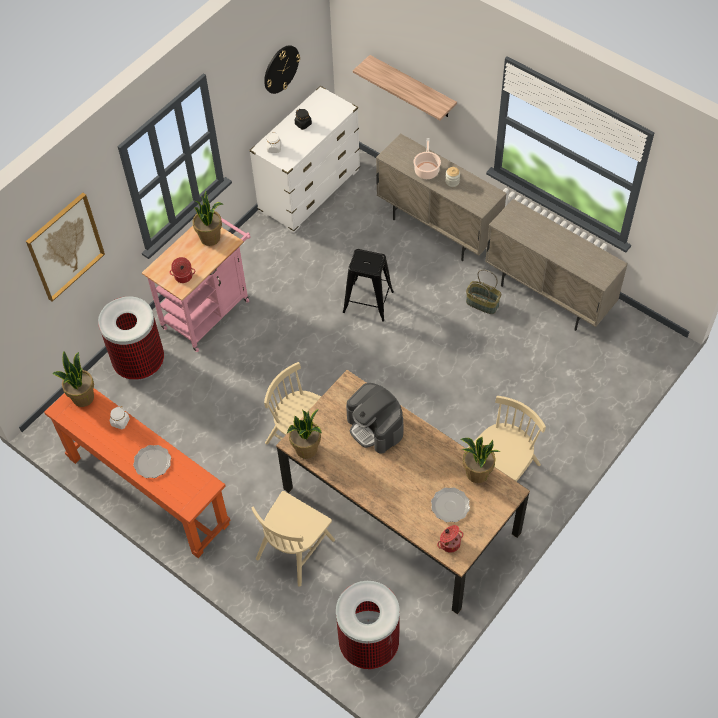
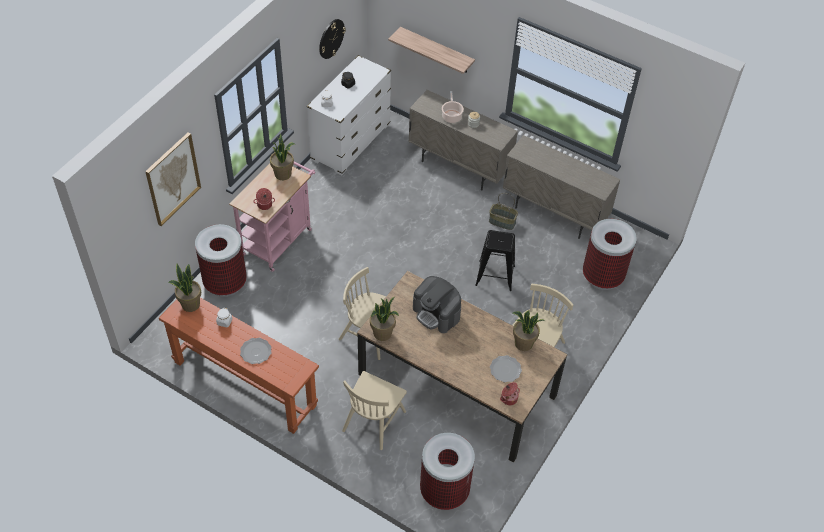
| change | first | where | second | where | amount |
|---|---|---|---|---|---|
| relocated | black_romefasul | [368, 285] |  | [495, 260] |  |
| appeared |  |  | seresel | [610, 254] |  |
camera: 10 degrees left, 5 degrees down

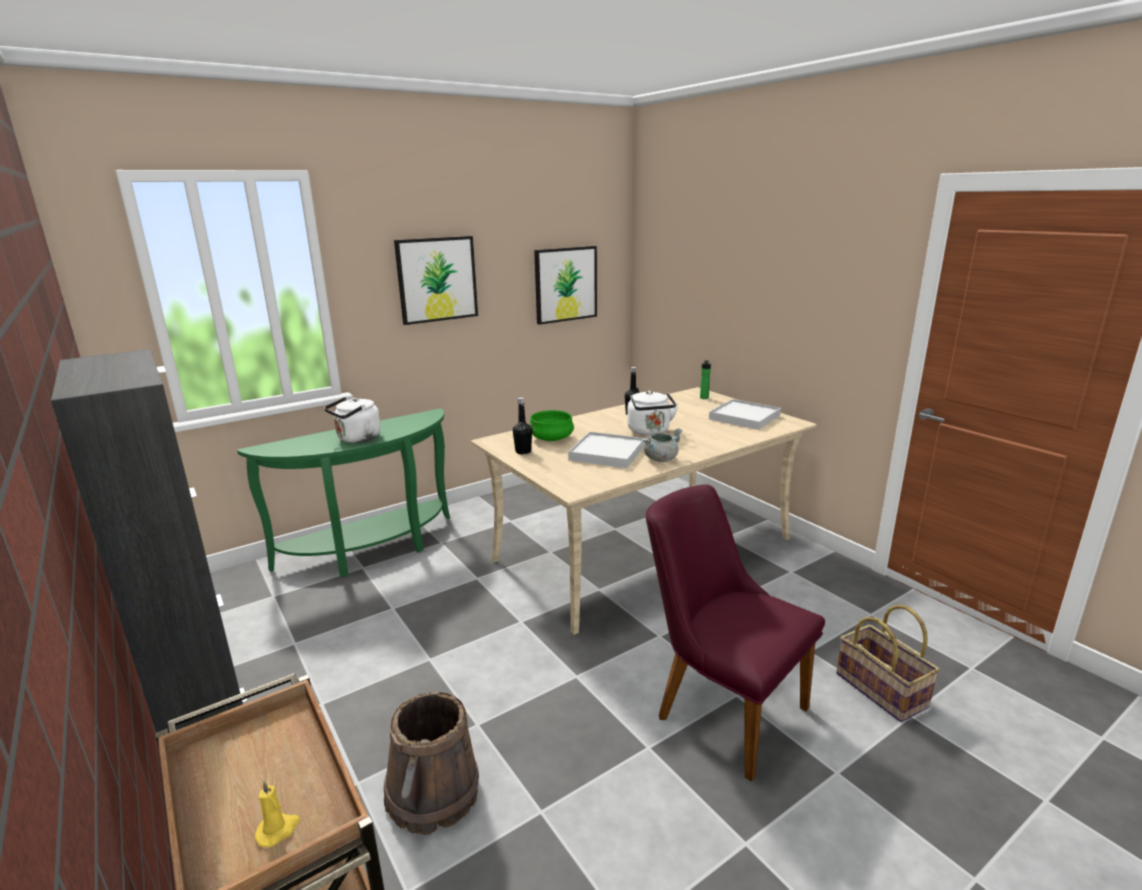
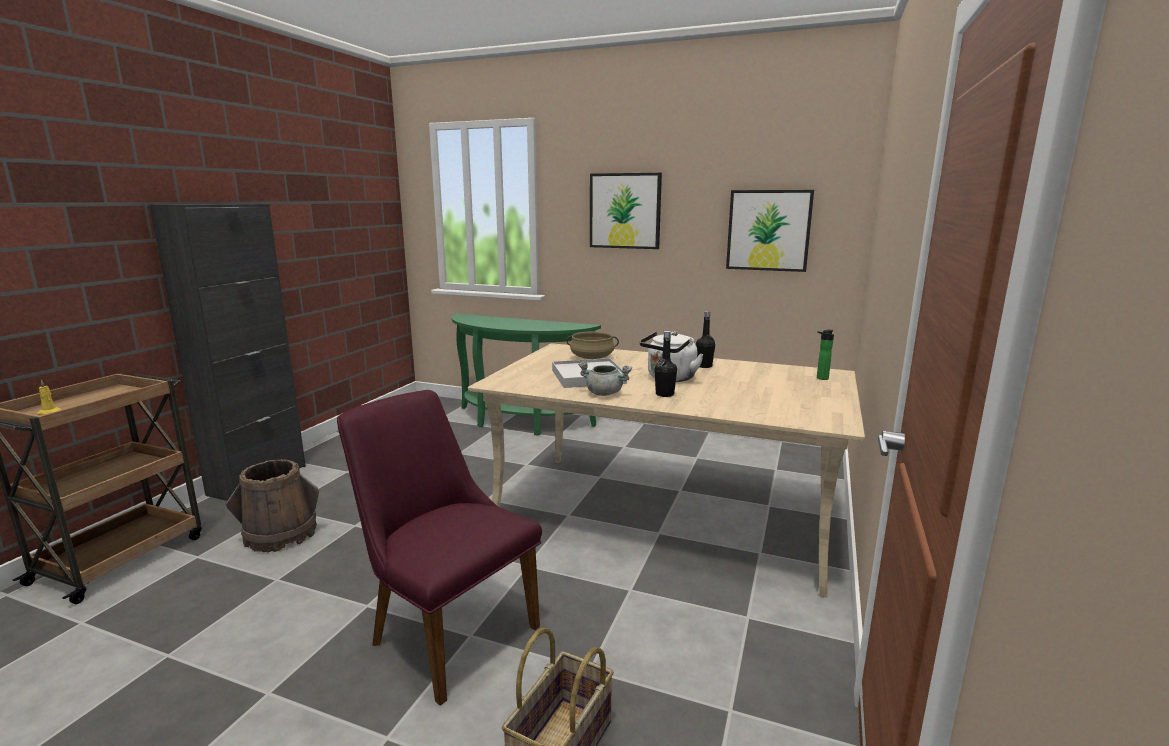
| change | first | where | second | where | amount |
|---|---|---|---|---|---|
| missing | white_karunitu | [352, 420] |  |  |  |
| relocated | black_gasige | [522, 425] |  | [666, 364] |  |
| missing | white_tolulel | [745, 414] |  |  |  |
| colour | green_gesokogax | [551, 425] | beige_gesokogax | [592, 345] |  |
| spun | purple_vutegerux | [735, 633] |  | [439, 548] | 60 degrees counterclockwise |
camera: 55 degrees right, 5 degrees down

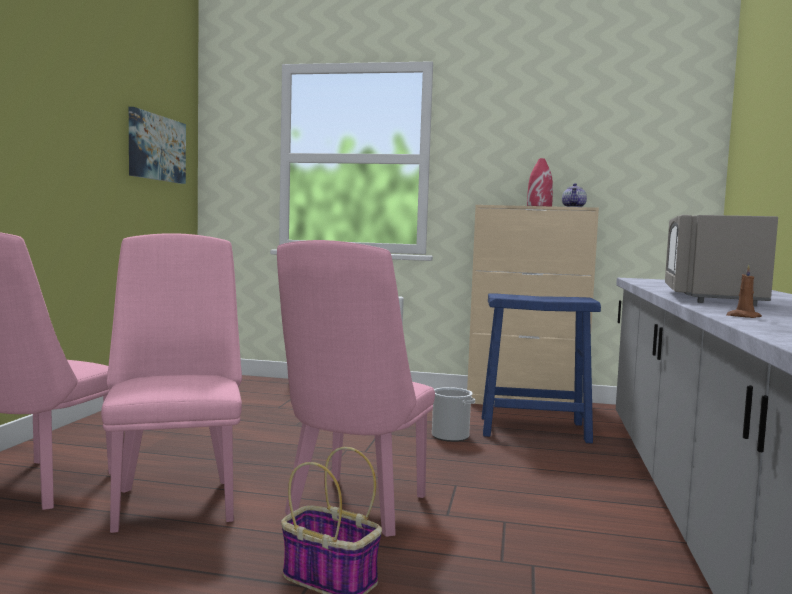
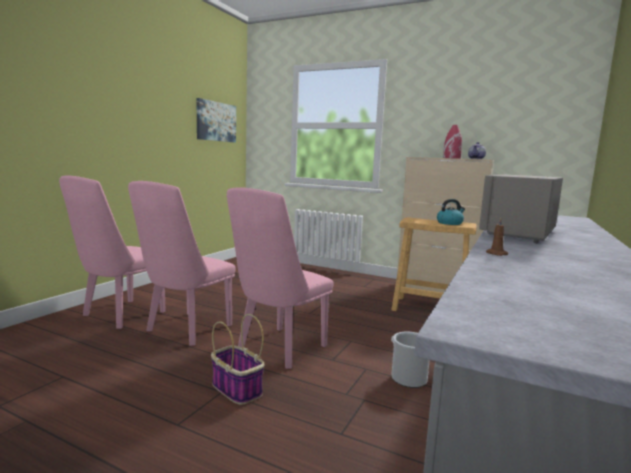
| change | first | where | second | where | amount |
|---|---|---|---|---|---|
| spun | pink_vutegerux | [171, 383] |  | [182, 263] | 150 degrees counterclockwise |
| colour | blue_romefasul | [541, 368] | beige_romefasul | [434, 264] |  |
| relocated | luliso | [453, 414] |  | [410, 360] |  |
| appeared |  |  | karunitu | [451, 212] |  |
camera: 15 degrees right, 5 degrees up

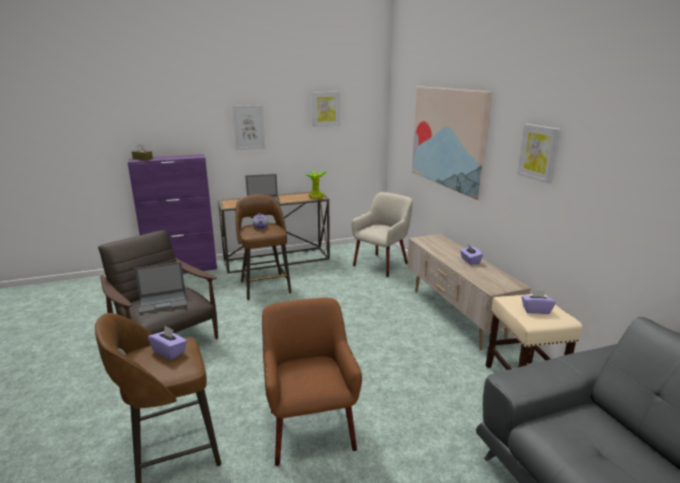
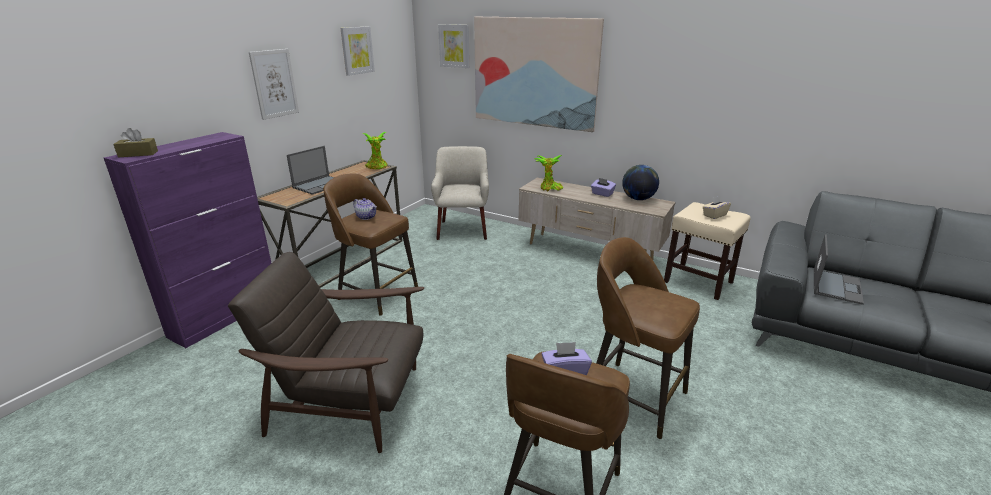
| change | first | where | second | where | amount |
|---|---|---|---|---|---|
| relocated | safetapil | [539, 154] |  | [454, 46] |  |
| relocated | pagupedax | [161, 288] |  | [839, 269] |  |
| colour | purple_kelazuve | [539, 301] | beige_kelazuve | [717, 207] |  |
| exchanged | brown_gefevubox | [312, 382] | brown_romefasul | [648, 338] |  |
| appeared |  |  | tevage | [549, 173] |  |
| appeared |  |  | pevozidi | [640, 182] |  |
camera: 40 degrees left, 5 degrees up

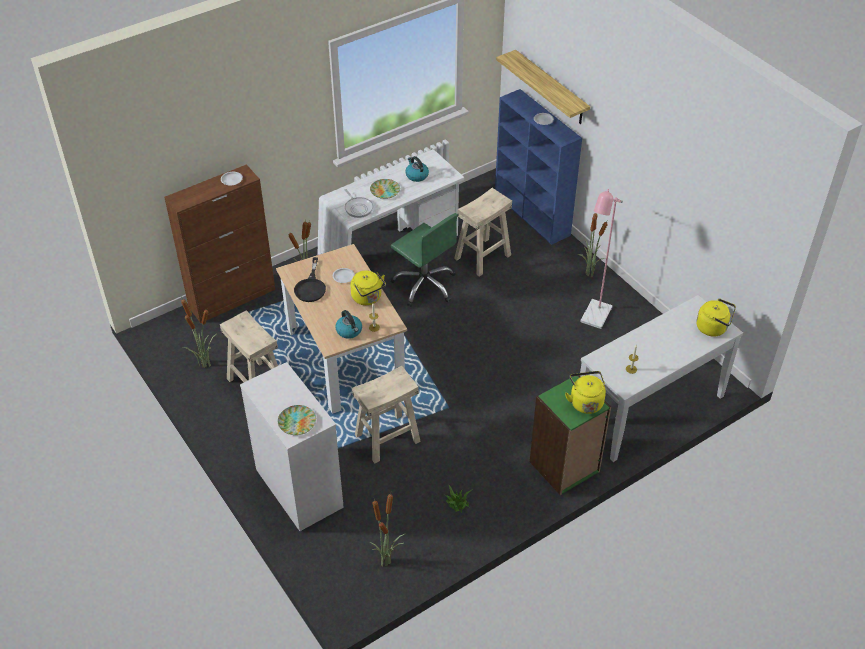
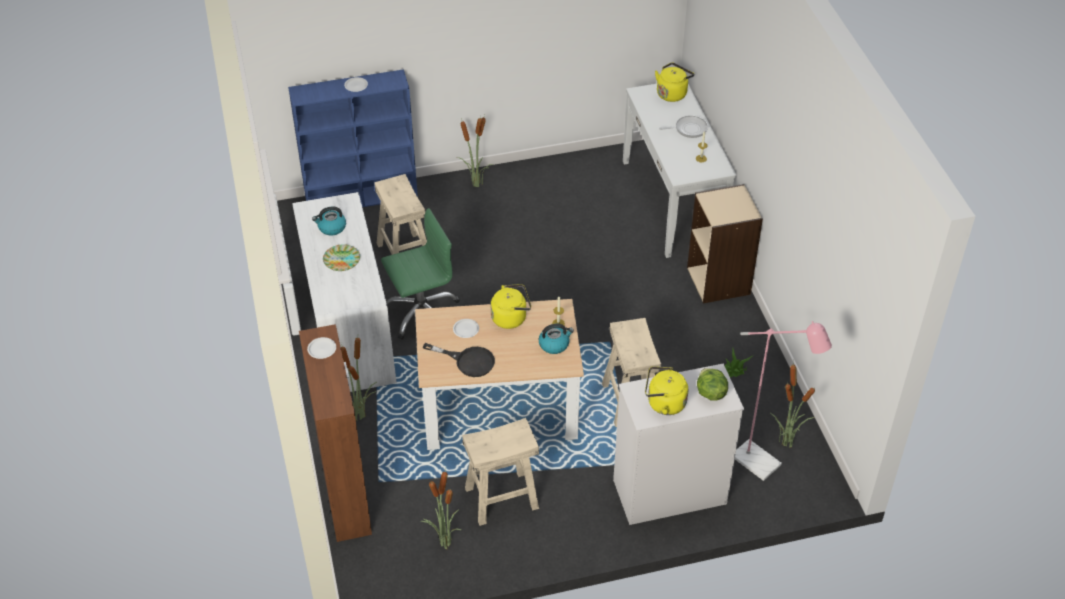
| change | first | where | second | where | amount |
|---|---|---|---|---|---|
| missing | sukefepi | [543, 87] |  |  |  |
| relocated | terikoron | [358, 203] |  | [683, 126] |  |
| relocated | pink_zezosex | [601, 259] |  | [783, 401] |  |
| relocated | yellow_karunitu | [585, 392] |  | [666, 391] |  |
| colour | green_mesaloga | [570, 435] | beige_mesaloga | [725, 243] |  |
| exchanged | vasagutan | [297, 420] | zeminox | [712, 384] |  |
camera: 70 degrees left, 0 degrees up

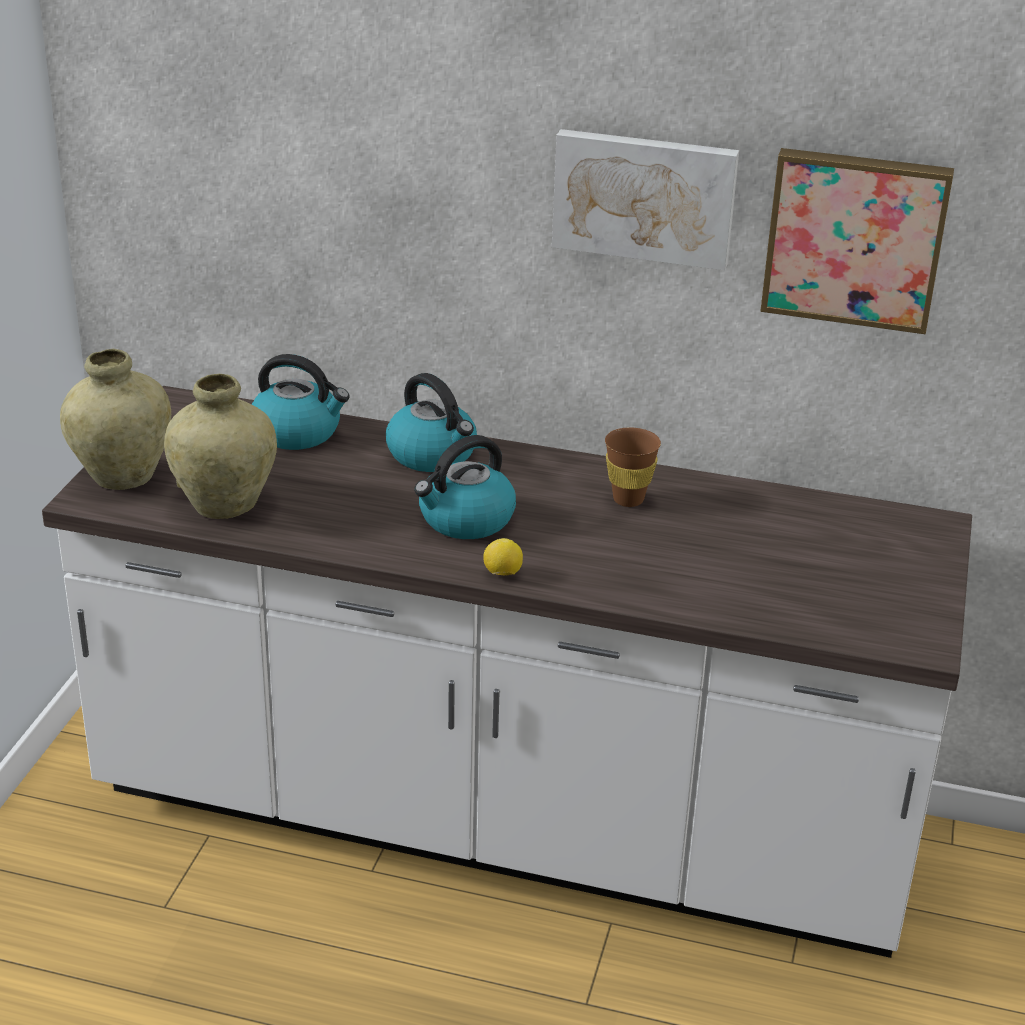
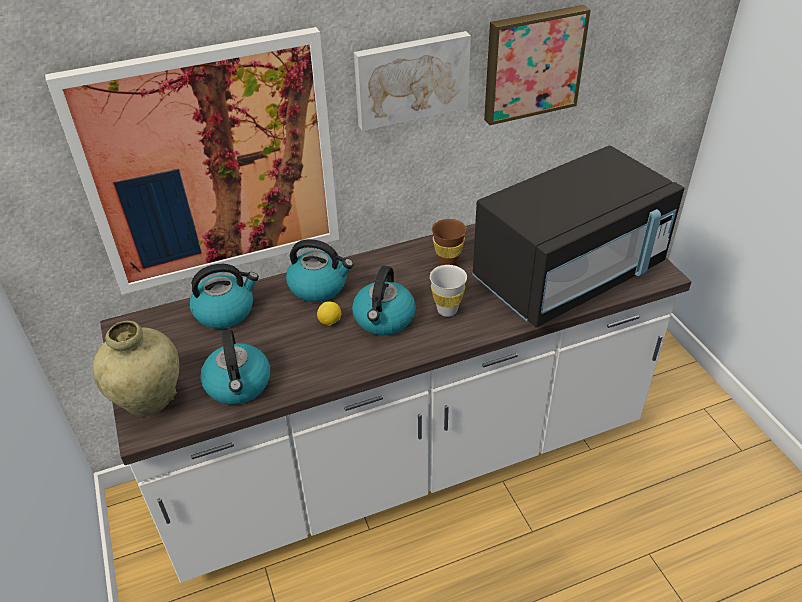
| change | first | where | second | where | amount |
|---|---|---|---|---|---|
| exchanged | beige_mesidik | [220, 446] | karunitu | [235, 367] |  |
| relocated | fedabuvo | [503, 556] |  | [329, 313] |  |
| appeared |  |  | safetapil | [192, 160] |  |
| appeared |  |  | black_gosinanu | [578, 237] |  |
| appeared |  |  | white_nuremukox | [448, 291] |  |
camera: 35 degrees left, 10 degrees up

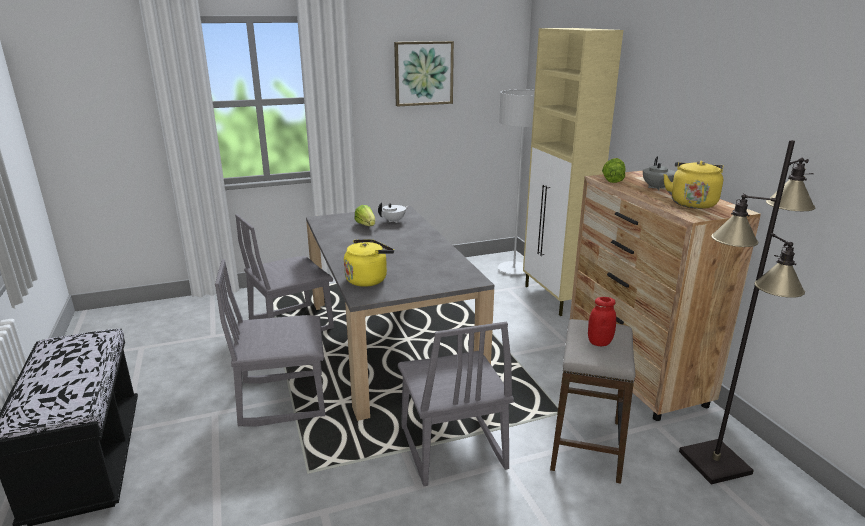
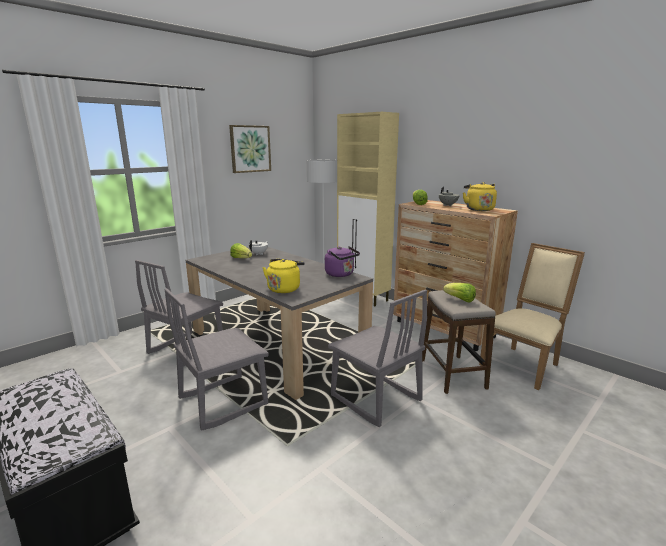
| change | first | where | second | where | amount |
|---|---|---|---|---|---|
| exchanged | black_zezosex | [747, 312] | beige_vutegerux | [532, 316] |  |
| exchanged | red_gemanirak | [602, 321] | zeminox | [459, 293] |  |
| appeared |  |  | purple_karunitu | [342, 261] |  |
camera: 25 degrees left, 5 degrees down

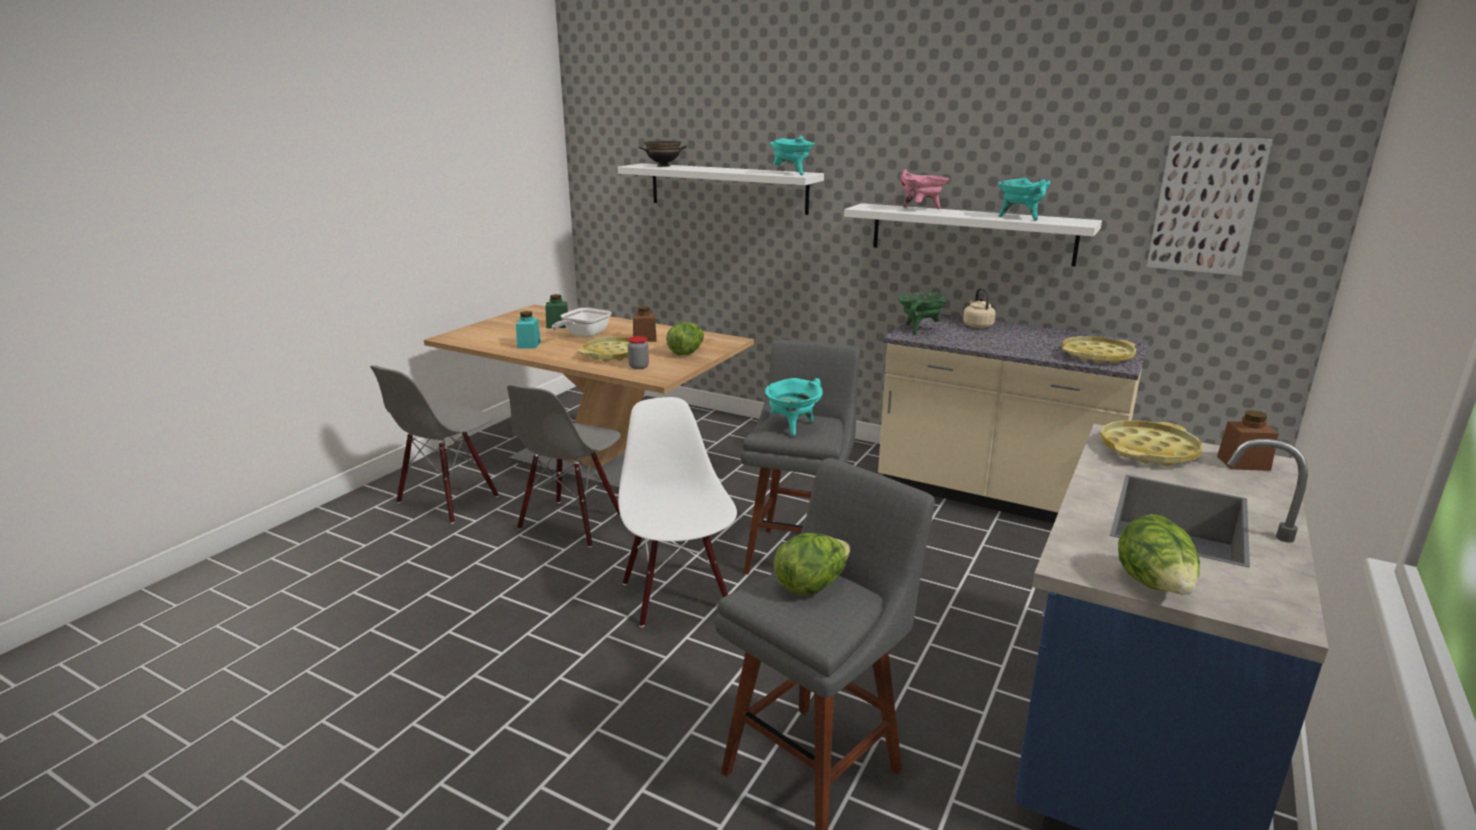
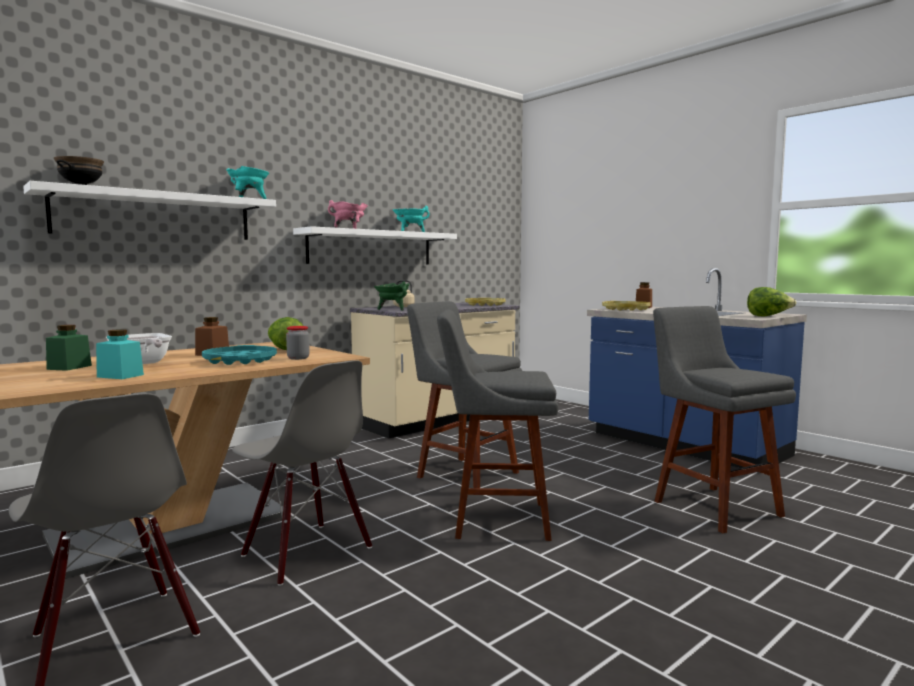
| change | first | where | second | where | amount |
|---|---|---|---|---|---|
| missing | safetapil | [1209, 206] |  |  |  |
| colour | yellow_tolulel | [612, 349] | turquoise_tolulel | [239, 355] |  |
| missing | turquoise_gesokogax | [794, 407] |  |  |  |
| exchanged | white_vutegerux | [677, 512] | grey_romefasul | [497, 425] |  |
| missing | zeminox | [811, 564] |  |  |  |
camera: 70 degrees left, 15 degrees down

